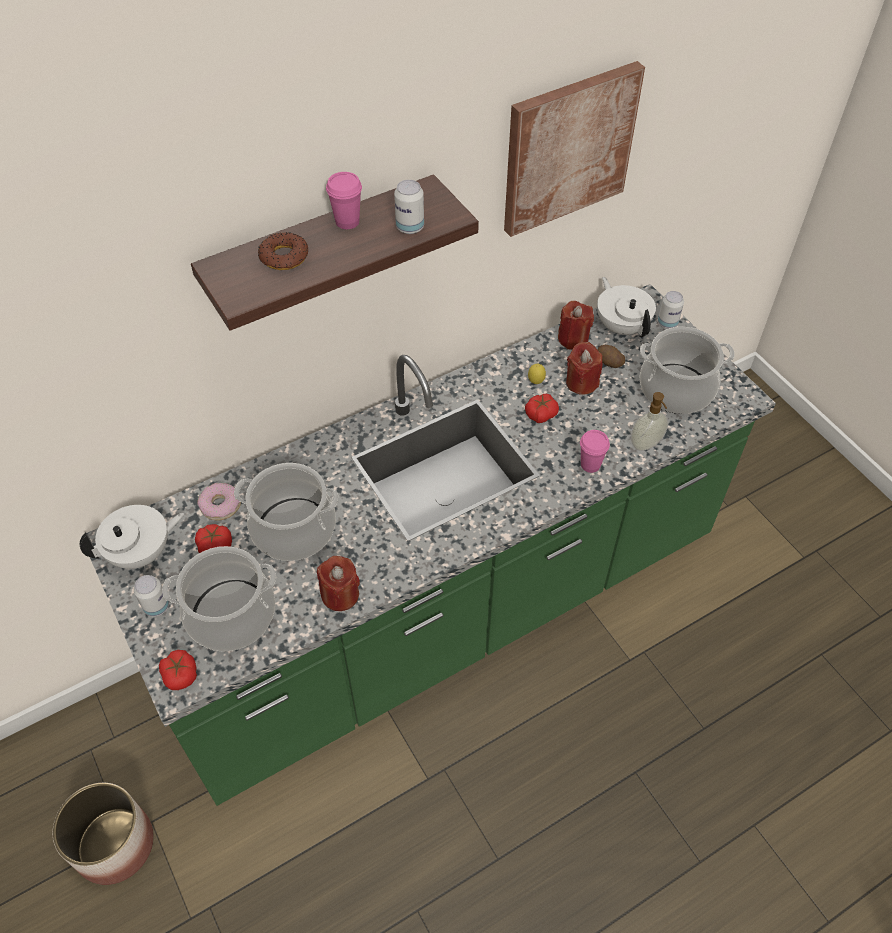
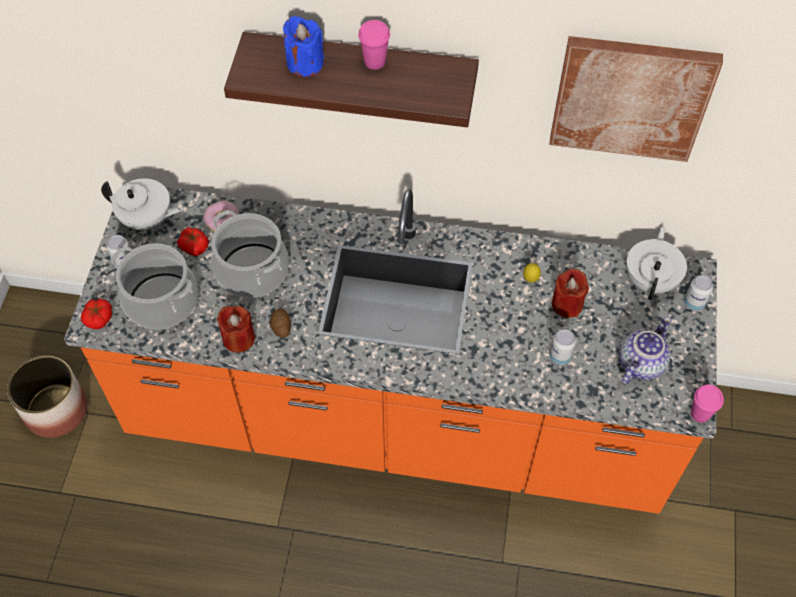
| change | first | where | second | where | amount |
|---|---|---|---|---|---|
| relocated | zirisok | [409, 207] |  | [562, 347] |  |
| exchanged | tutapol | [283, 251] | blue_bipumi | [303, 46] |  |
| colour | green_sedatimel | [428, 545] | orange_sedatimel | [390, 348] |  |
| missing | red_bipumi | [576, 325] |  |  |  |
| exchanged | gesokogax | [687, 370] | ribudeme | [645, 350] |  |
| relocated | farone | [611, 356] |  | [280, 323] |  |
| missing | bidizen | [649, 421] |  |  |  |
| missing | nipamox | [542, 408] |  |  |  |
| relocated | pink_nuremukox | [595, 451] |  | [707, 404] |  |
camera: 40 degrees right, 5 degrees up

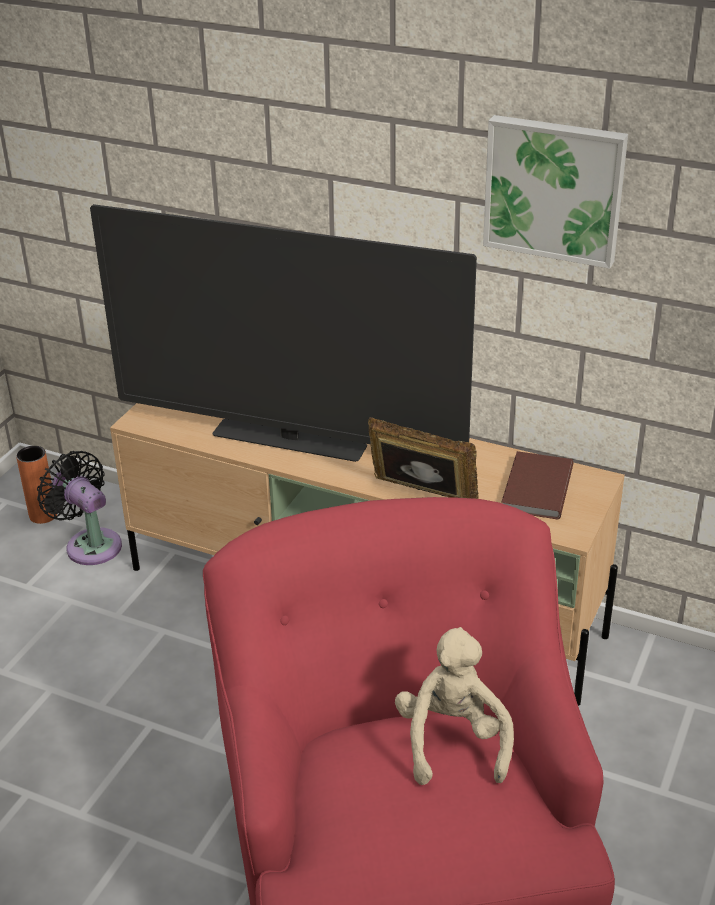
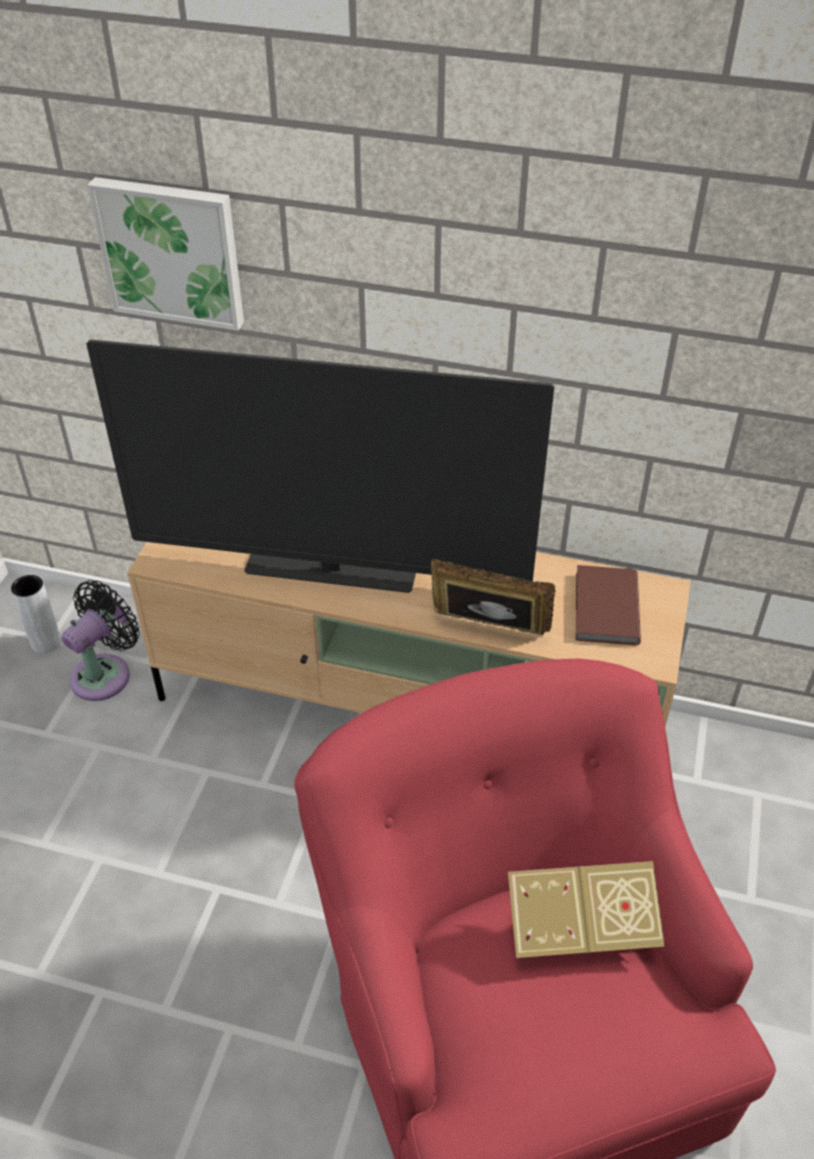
| change | first | where | second | where | amount |
|---|---|---|---|---|---|
| relocated | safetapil | [555, 192] |  | [165, 254] |  |
| colour | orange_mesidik | [36, 485] | grey_mesidik | [36, 614] |  |
| spun | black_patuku | [79, 508] |  | [100, 640] | 90 degrees clockwise |
| exchanged | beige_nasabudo | [454, 706] | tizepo | [586, 909] |  |
camera: 10 degrees left, 10 degrees up

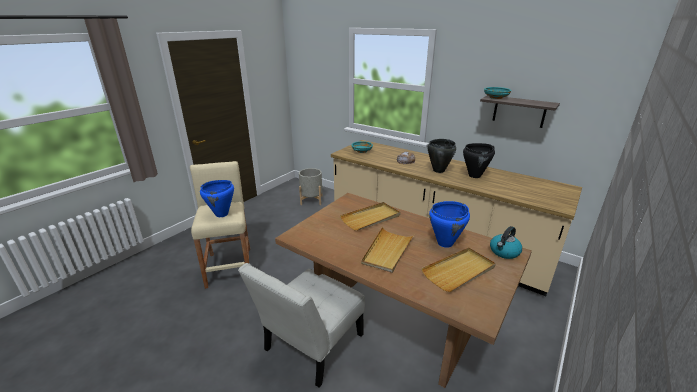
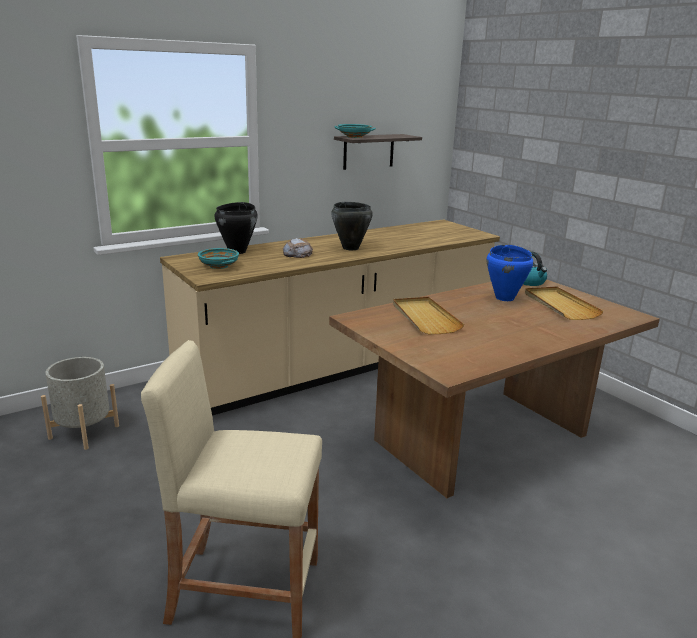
| change | first | where | second | where | amount |
|---|---|---|---|---|---|
| relocated | black_gesokogax | [479, 160] |  | [236, 228] |  |
| missing | blue_gesokogax | [217, 198] |  |  |  |
| missing | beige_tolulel | [388, 250] |  |  |  |
| missing | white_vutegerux | [301, 325] |  |  |  |
camera: 70 degrees left, 5 degrees down

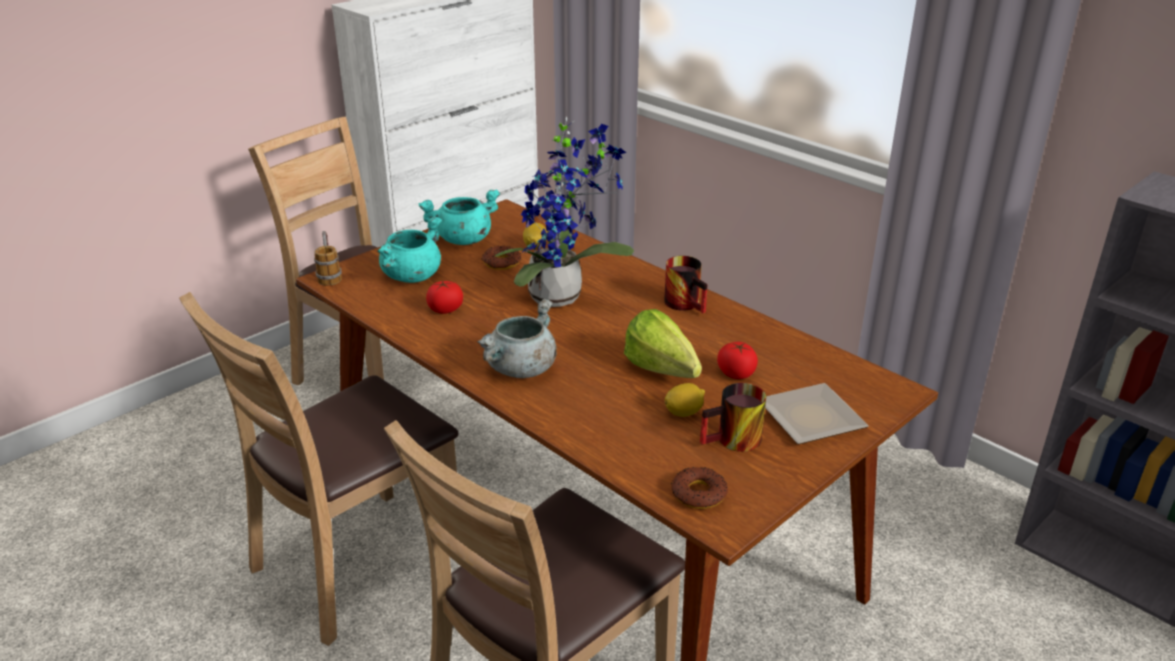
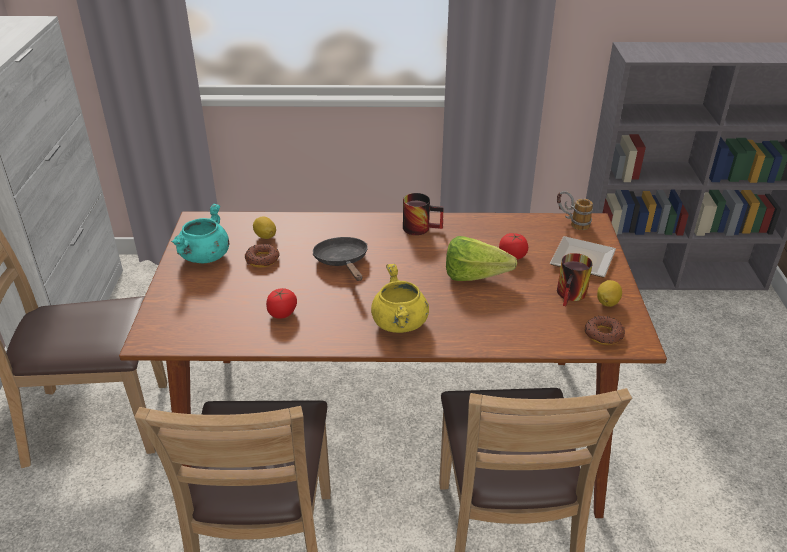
| change | first | where | second | where | amount |
|---|---|---|---|---|---|
| exchanged | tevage | [564, 212] | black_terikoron | [340, 259] |  |
| missing | turquoise_gesokogax | [410, 249] |  |  |  |
| relocated | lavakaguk | [328, 258] |  | [575, 210] |  |
| colour | grey_gesokogax | [516, 338] | yellow_gesokogax | [400, 298] |  |
| relocated | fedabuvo | [685, 400] |  | [609, 293] |  |
camera: 45 degrees left, 5 degrees up

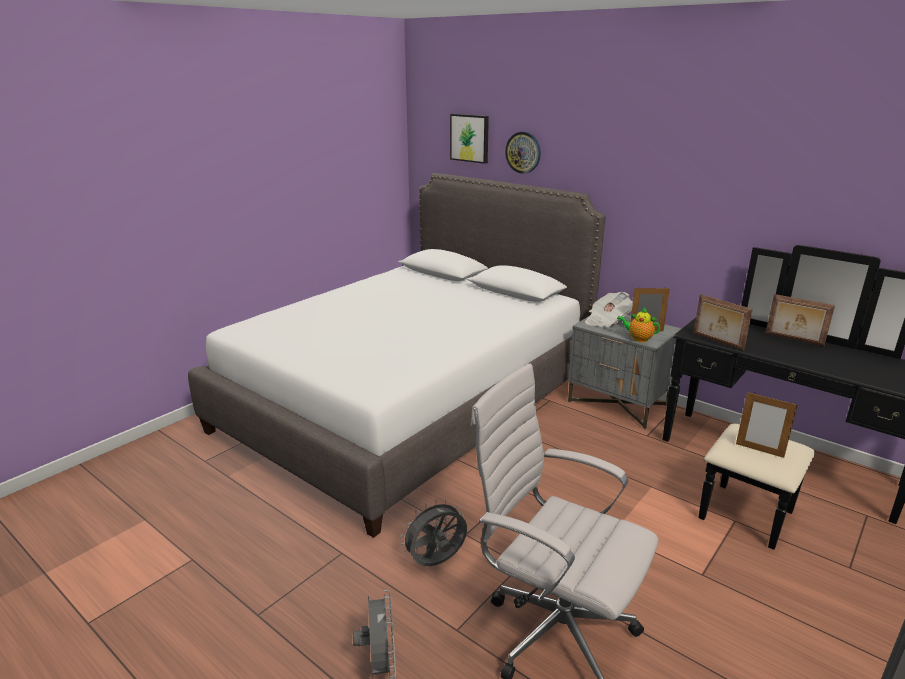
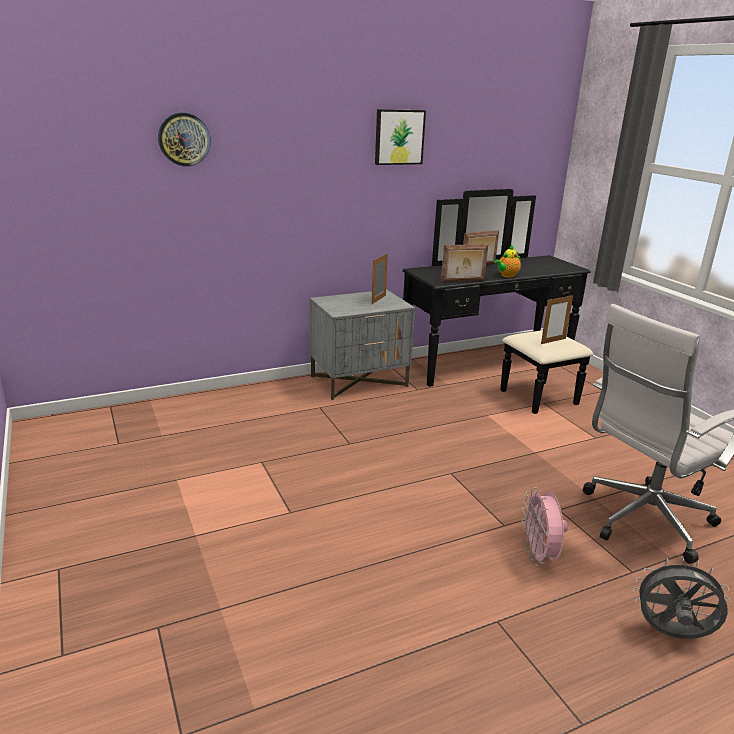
| change | first | where | second | where | amount |
|---|---|---|---|---|---|
| relocated | safetapil | [469, 139] |  | [400, 137] |  |
| missing | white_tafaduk | [397, 355] |  |  |  |
| missing | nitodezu | [609, 309] |  |  |  |
| relocated | ribudeme | [638, 324] |  | [507, 260] |  |
| colour | grey_patuku | [433, 532] | pink_patuku | [544, 526] |  |
camera: 65 degrees left, 0 degrees up

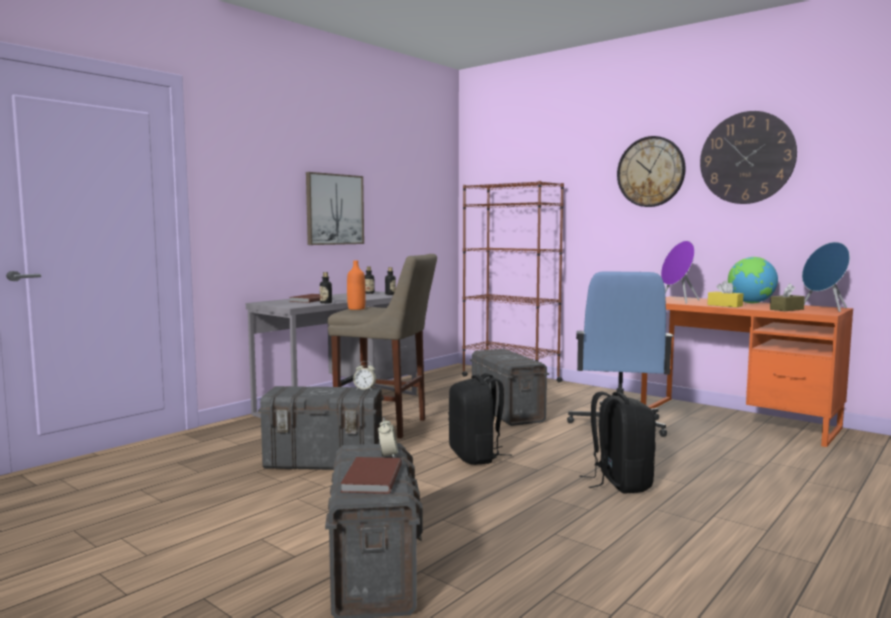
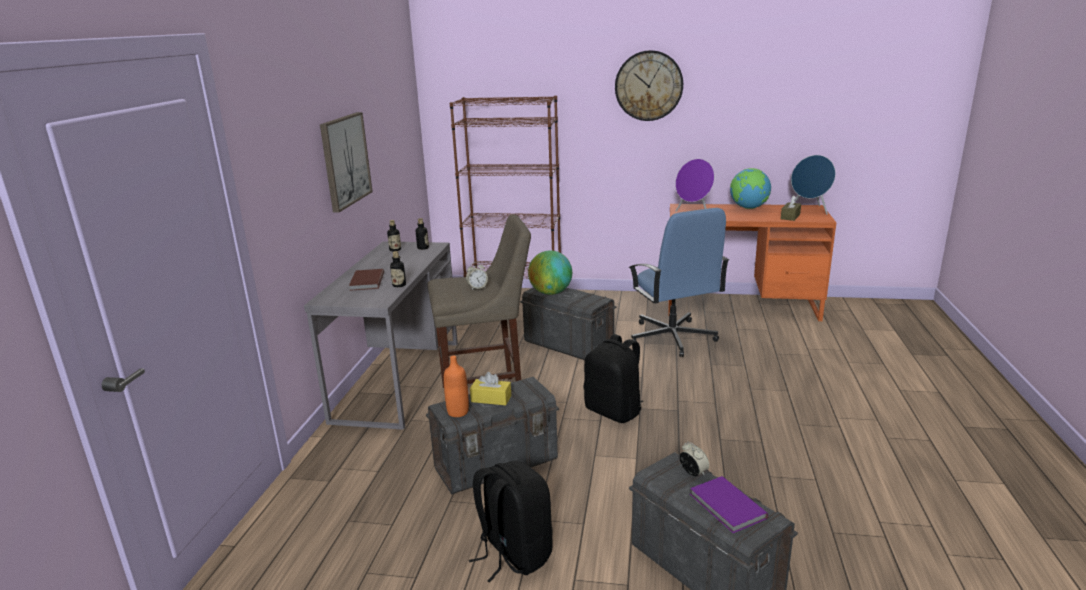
| change | first | where | second | where | amount |
|---|---|---|---|---|---|
| missing | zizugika | [748, 157] |  |  |  |
| relocated | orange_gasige | [356, 285] |  | [456, 386] |  |
| relocated | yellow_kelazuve | [725, 294] |  | [490, 388] |  |
| relocated | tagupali | [364, 375] |  | [477, 276] |  |
| relocated | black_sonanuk | [617, 443] |  | [511, 521] |  |
| colour | brown_tizepo | [371, 475] | purple_tizepo | [729, 504] |  |
| appeared |  |  | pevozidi | [550, 272] |  |
camera: 30 degrees left, 15 degrees up

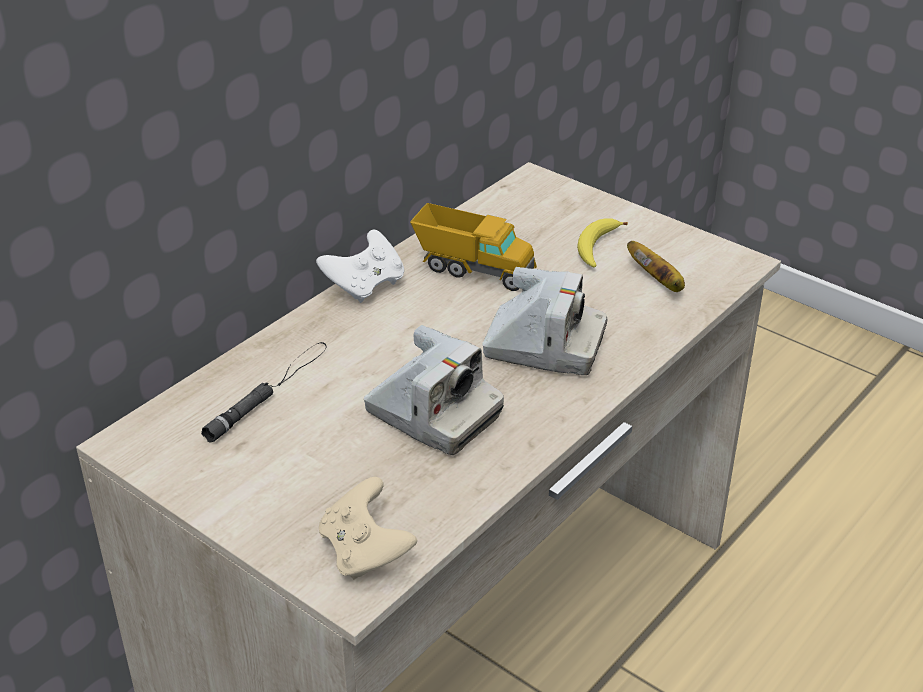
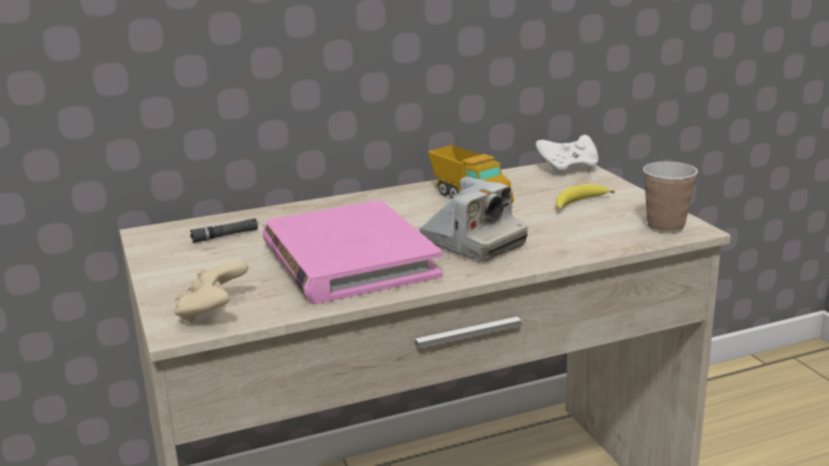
| change | first | where | second | where | amount |
|---|---|---|---|---|---|
| relocated | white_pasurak | [360, 266] |  | [567, 155] |  |
| missing | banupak | [656, 266] |  |  |  |
| exchanged | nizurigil | [434, 390] | pink_tizepo | [352, 252] |  |
| appeared |  |  | nuremukox | [670, 197] |  |
camera: 30 degrees right, 15 degrees down

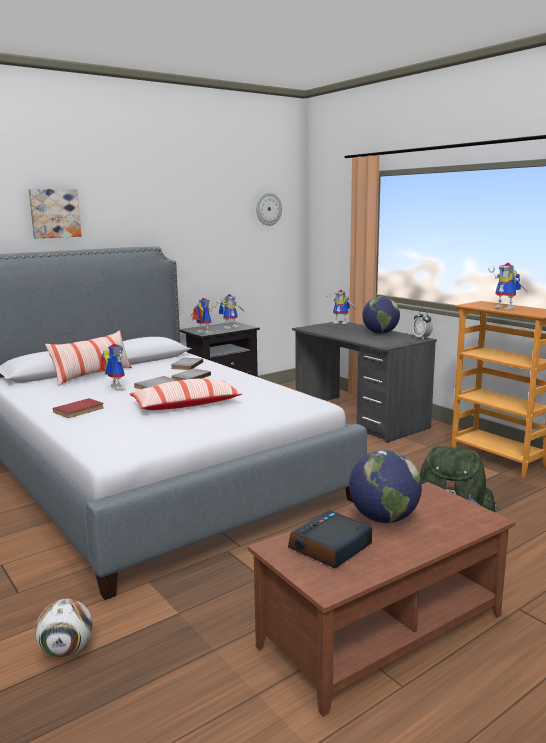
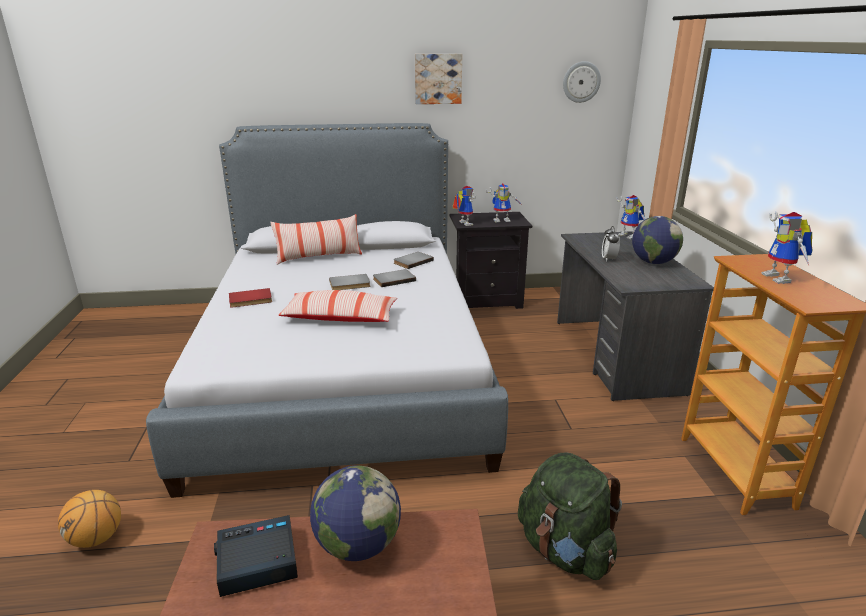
| change | first | where | second | where | amount |
|---|---|---|---|---|---|
| relocated | safetapil | [55, 213] |  | [438, 79] |  |
| relocated | tagupali | [423, 324] |  | [611, 244] |  |
| missing | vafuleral | [113, 367] |  |  |  |
| exchanged | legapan | [64, 628] | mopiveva | [89, 519] |  |
camera: 30 degrees right, 10 degrees up

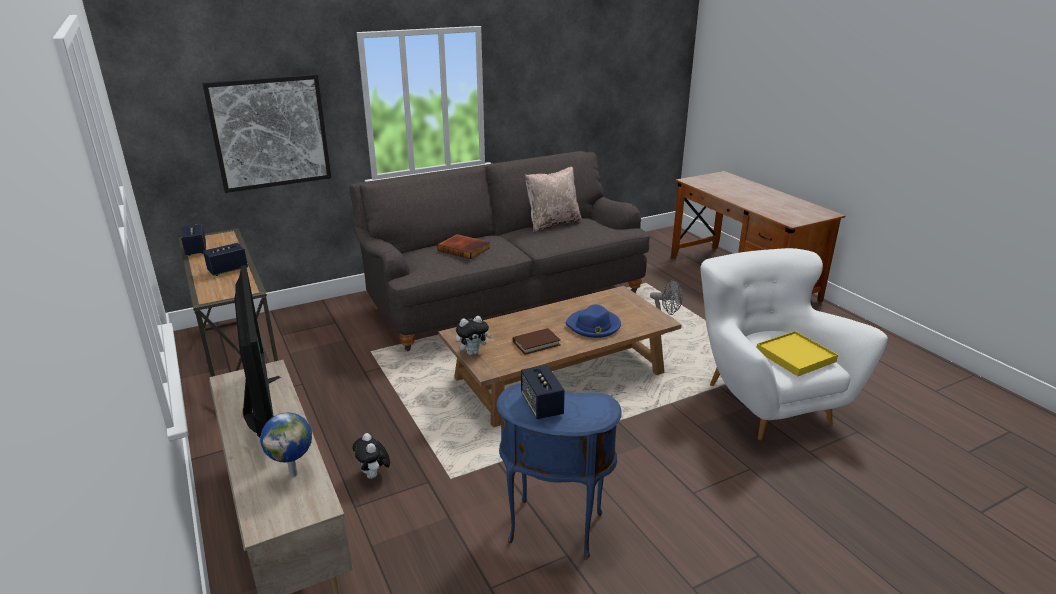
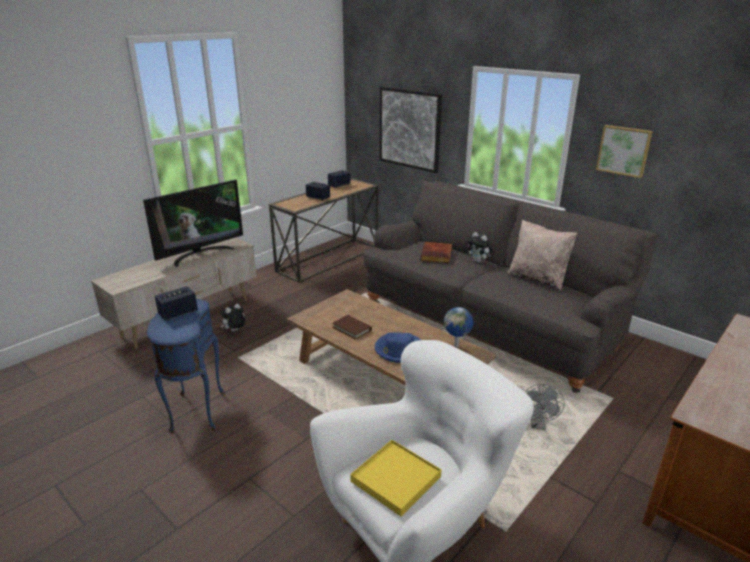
| change | first | where | second | where | amount |
|---|---|---|---|---|---|
| relocated | nasabudo | [474, 335] |  | [479, 247] |  |
| relocated | pevozidi | [286, 444] |  | [458, 327] |  |
| appeared |  |  | safetapil | [624, 151] |  |
camera: 70 degrees right, 0 degrees up

